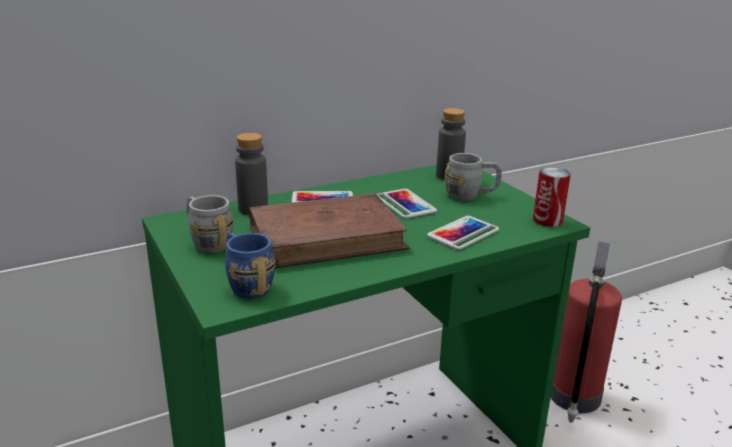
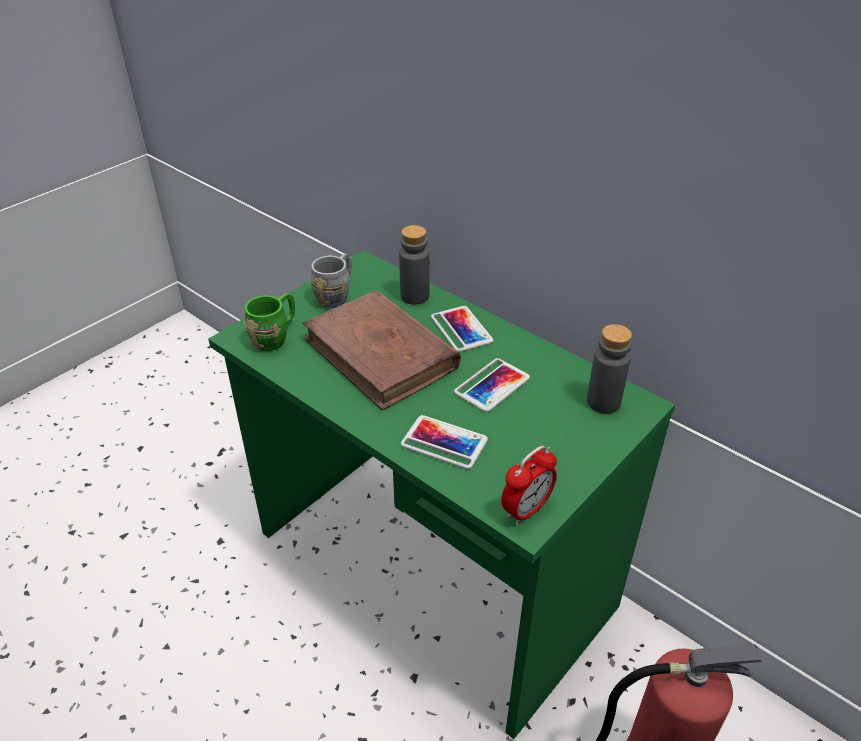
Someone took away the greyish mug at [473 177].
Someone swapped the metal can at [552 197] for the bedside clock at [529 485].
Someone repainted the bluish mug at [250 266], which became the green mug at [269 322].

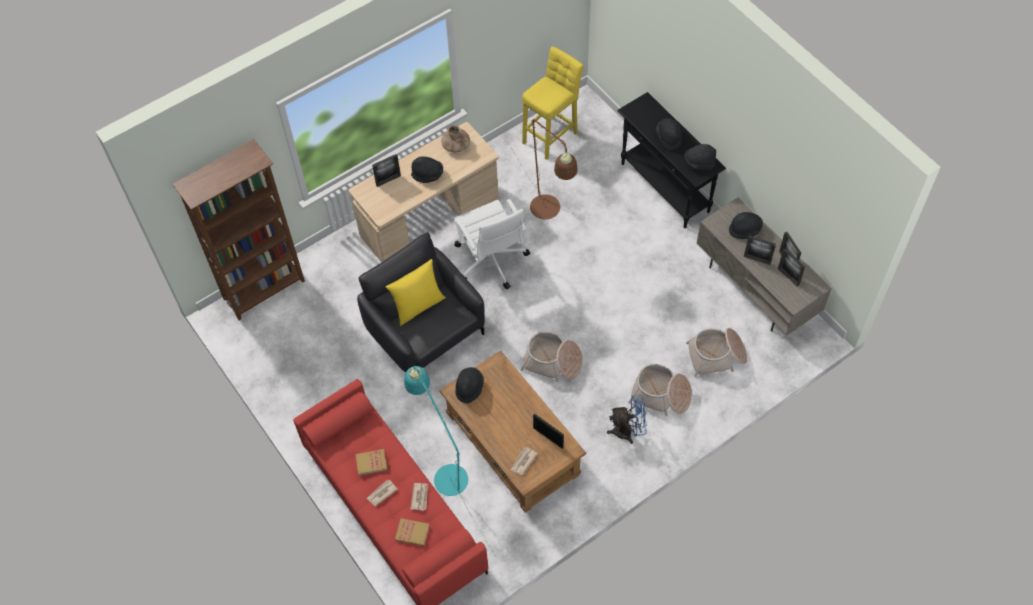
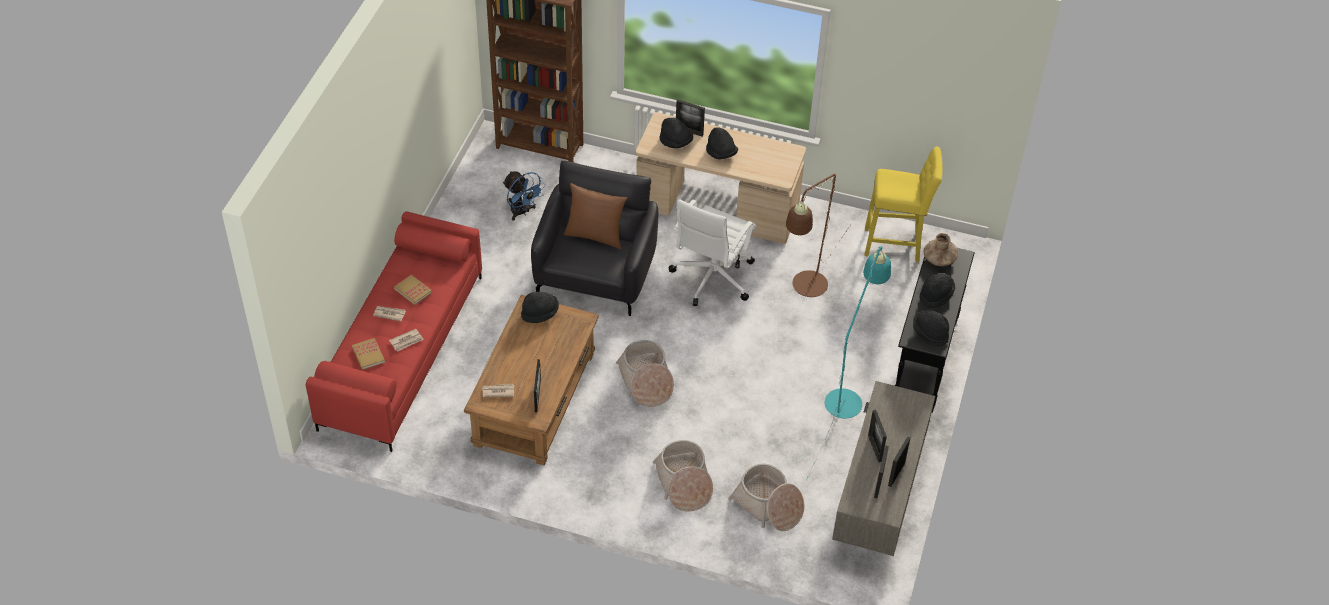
Someone carried the turquoise-coloured standard lamp from [450 462] to [848 363].
Someone carried the brown flower vase from [455 138] to [941 249].
Someone carried the bluish fan from [627 419] to [524 195].
Someone carried the black wearable hat from [746 225] to [676 133].
Someone repainted the yellow pillow at [416 292], which became the brown pillow at [596 216].

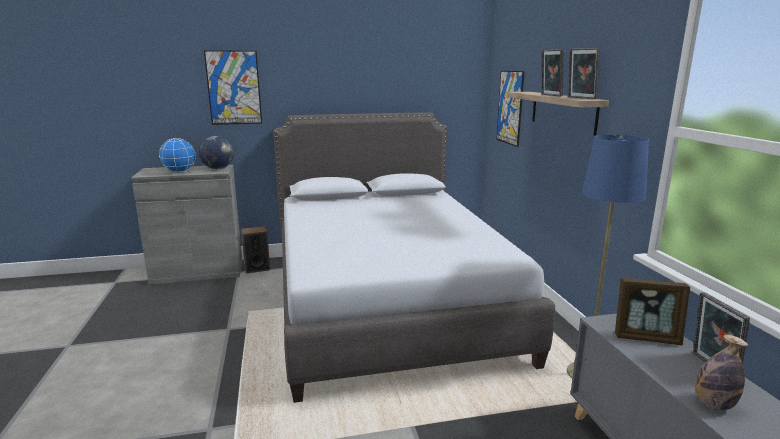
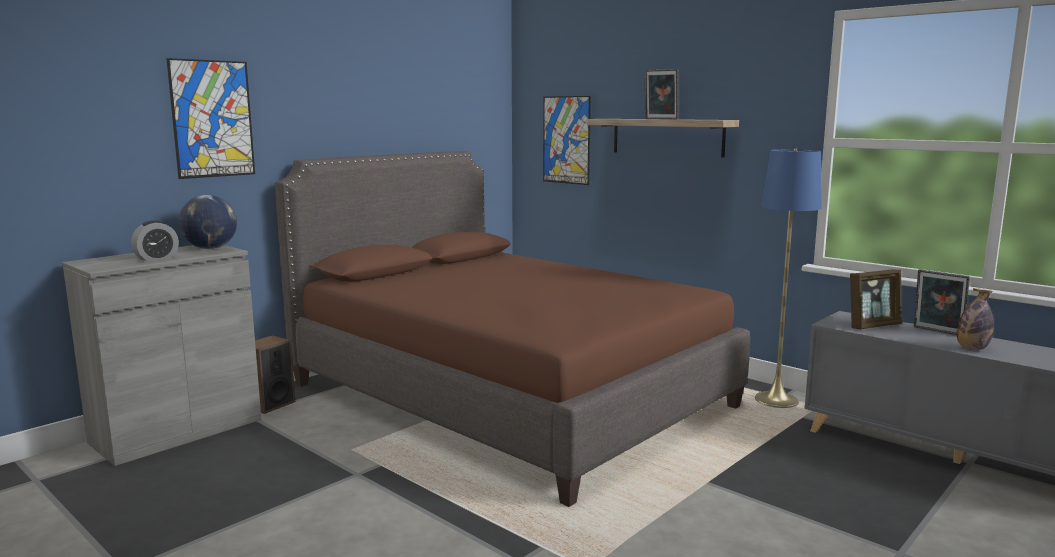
Someone took away the standing frame at [584 73].
Someone swapped the world globe at [177 155] for the bedside clock at [155 240].
Someone repainted the greyish bed at [414 258], which became the brown bed at [512 329].

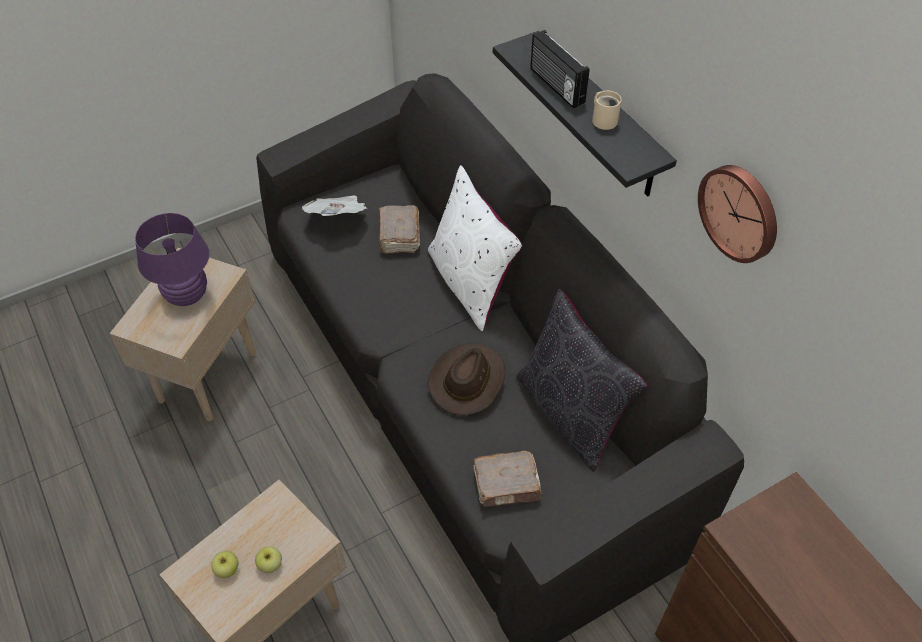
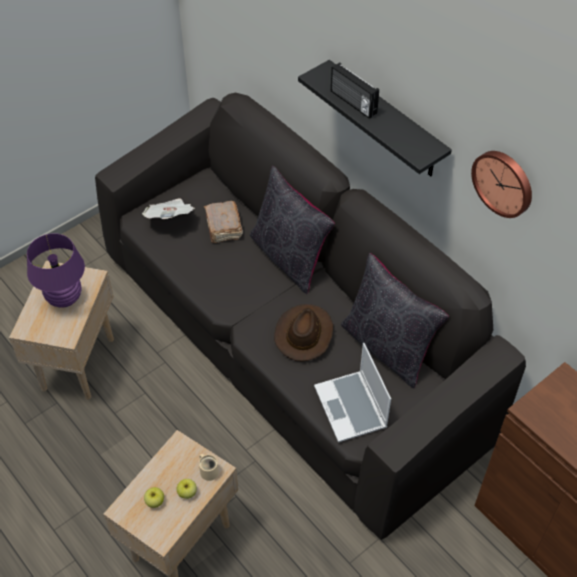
Someone carried the sand-coloured mug from [607 110] to [209 467].
Someone swapped the brown volume at [507 479] for the notebook computer at [352 392].
Someone repainted the white-coloured pillow at [475 248], which became the black pillow at [292 229].

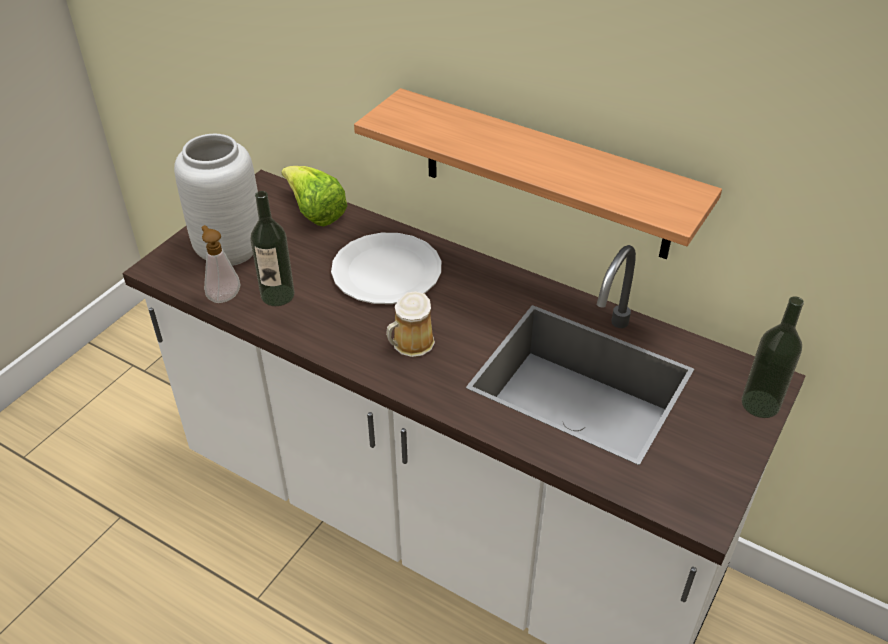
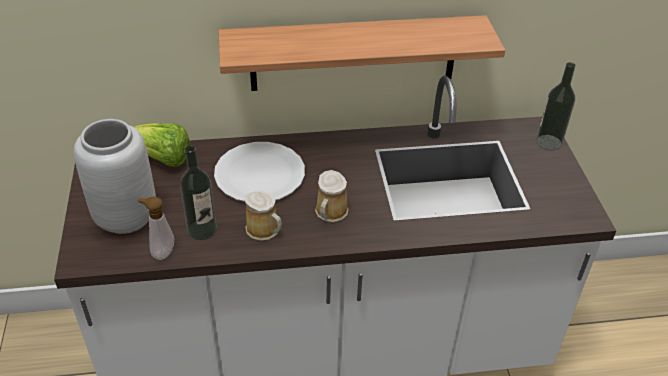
Someone put down the mug at [263 216].

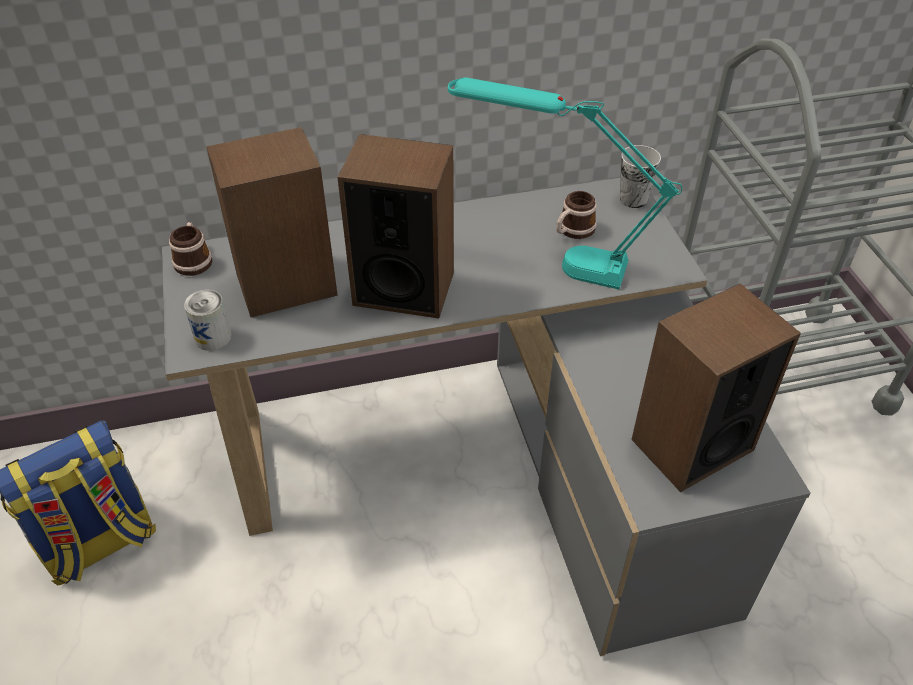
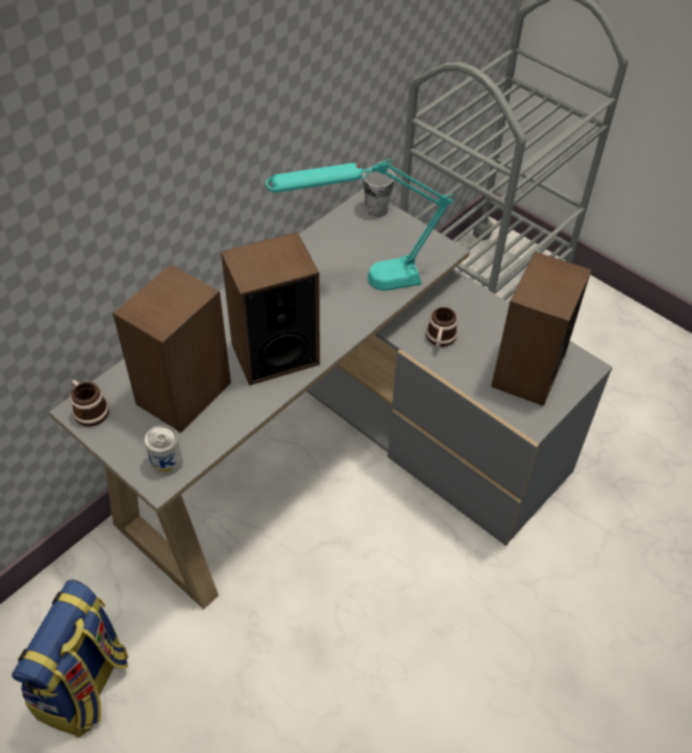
Someone carried the mug from [576 215] to [442 327].

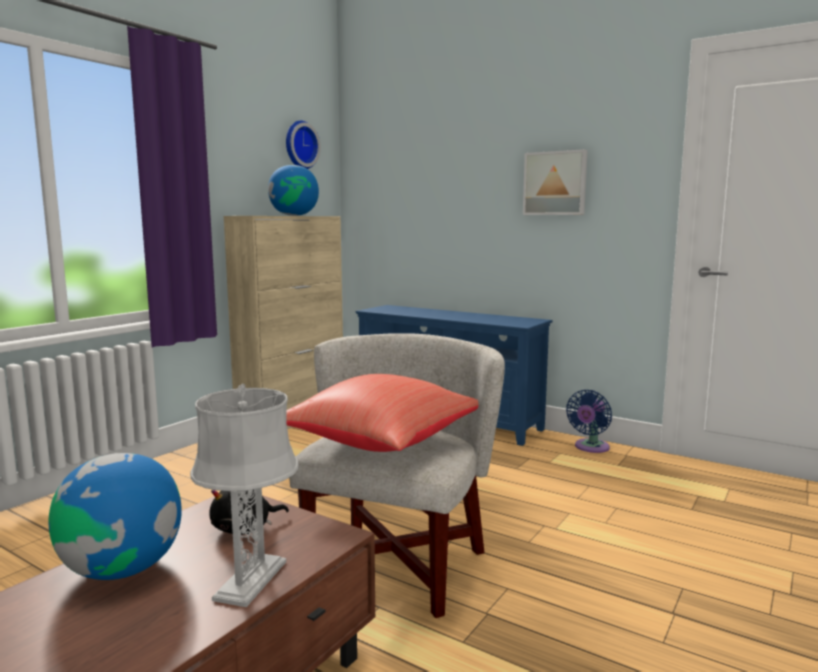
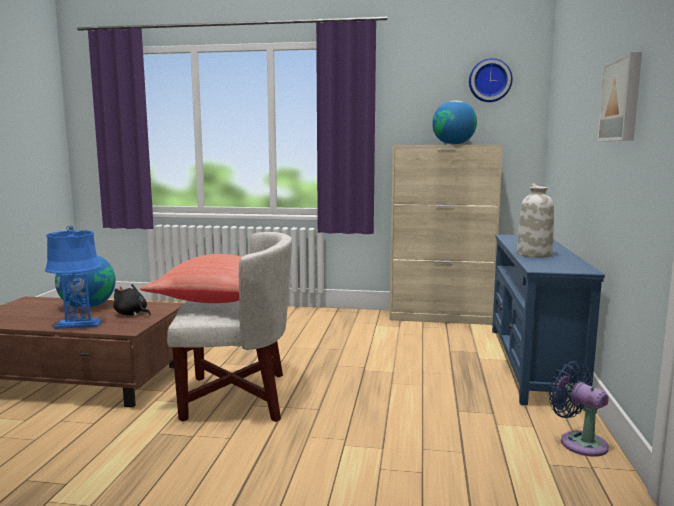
Someone put down the white-coloured flower vase at [535 221].
Someone repainted the greyish lamp for a table at [244 495], which became the bluish lamp for a table at [73 277].
Someone rotated the bluish fan at [589 421] by 45 degrees clockwise.

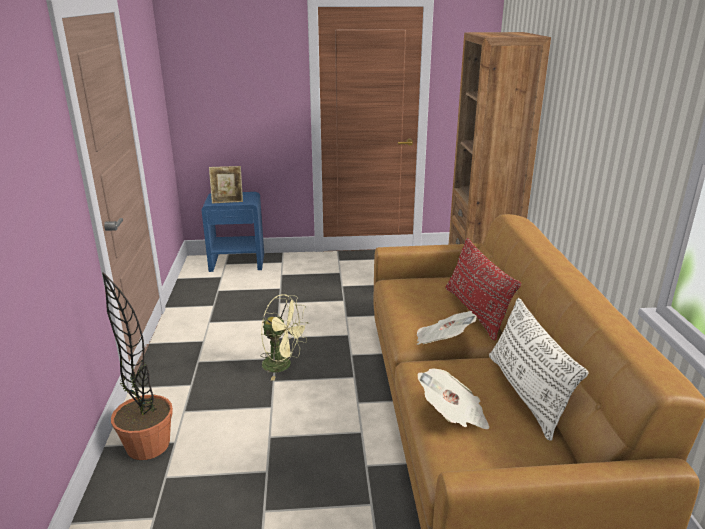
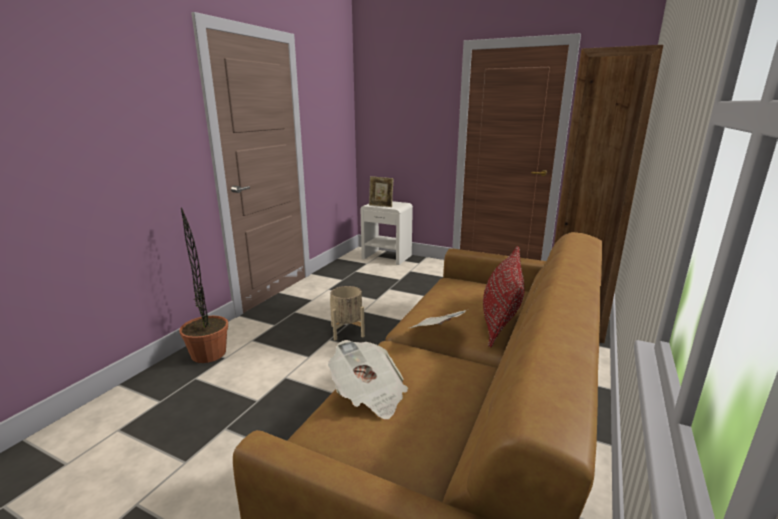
Someone took away the white-coloured pillow at [538 369].
Someone swapped the green fan at [284 337] for the sand-coloured plant pot at [347 313].
Someone repainted the bluish bedside table at [232 232], which became the white-coloured bedside table at [387 233].

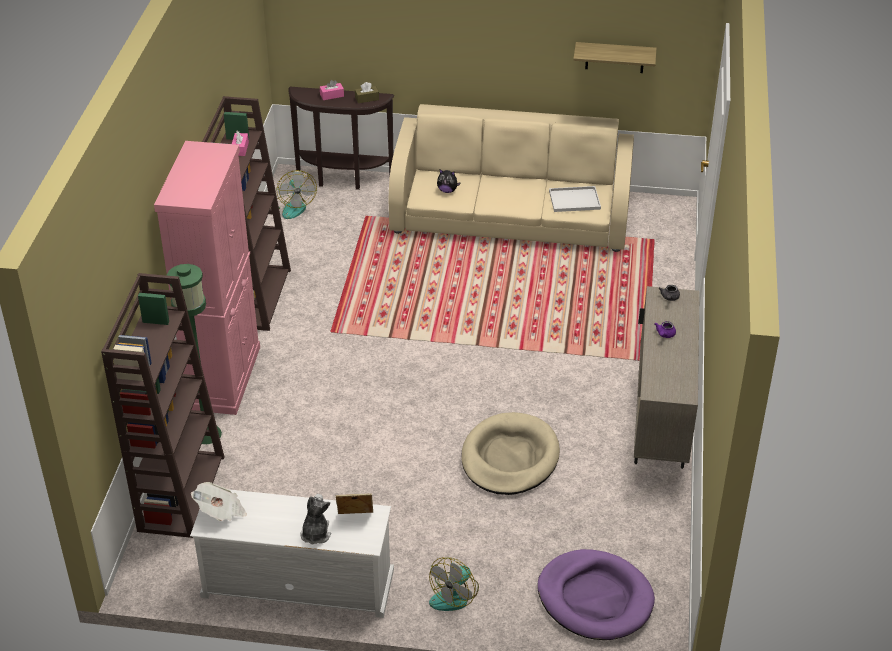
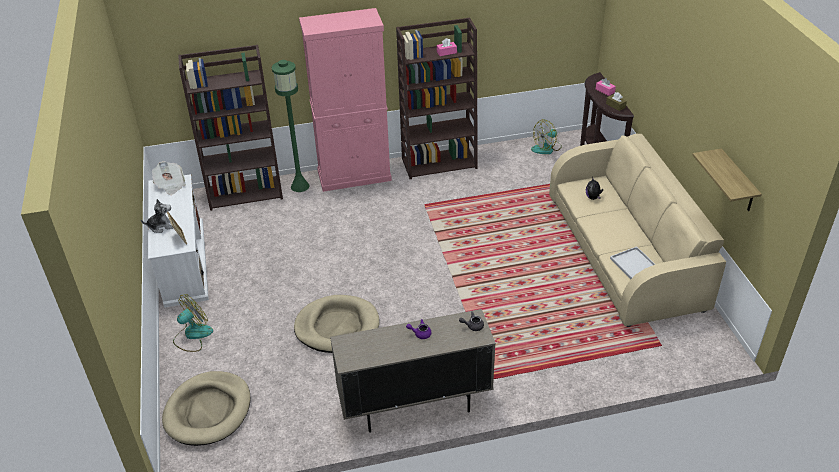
Someone repainted the purple-coloured dog cushion at [596 594], which became the sand-coloured dog cushion at [206 408].
Someone rotated the fan at [454 584] by 120 degrees clockwise.

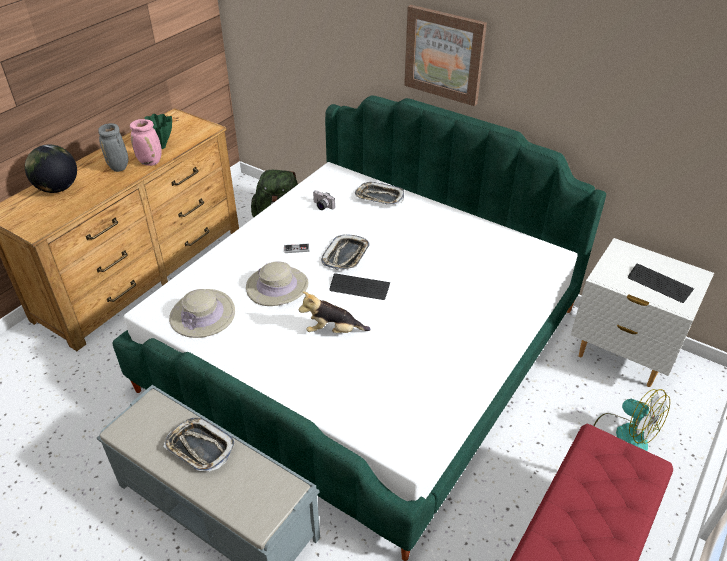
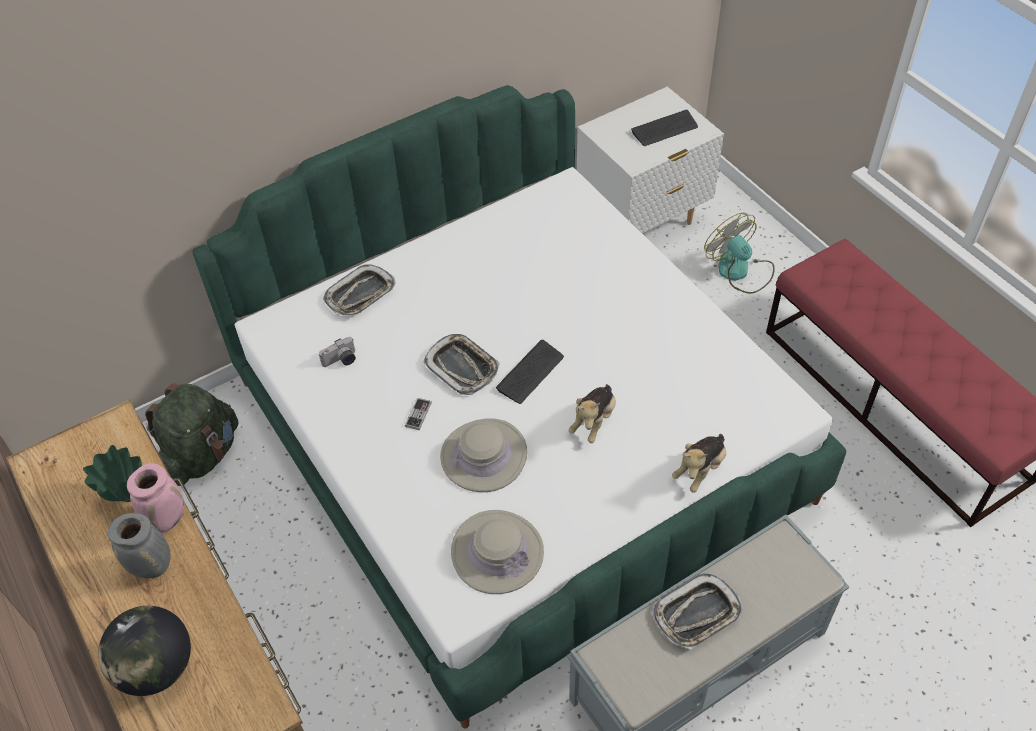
Someone took away the wall art at [445 55].
Someone put down the cuddly toy at [699 463].
Someone rotated the fan at [631 420] by 105 degrees counterclockwise.

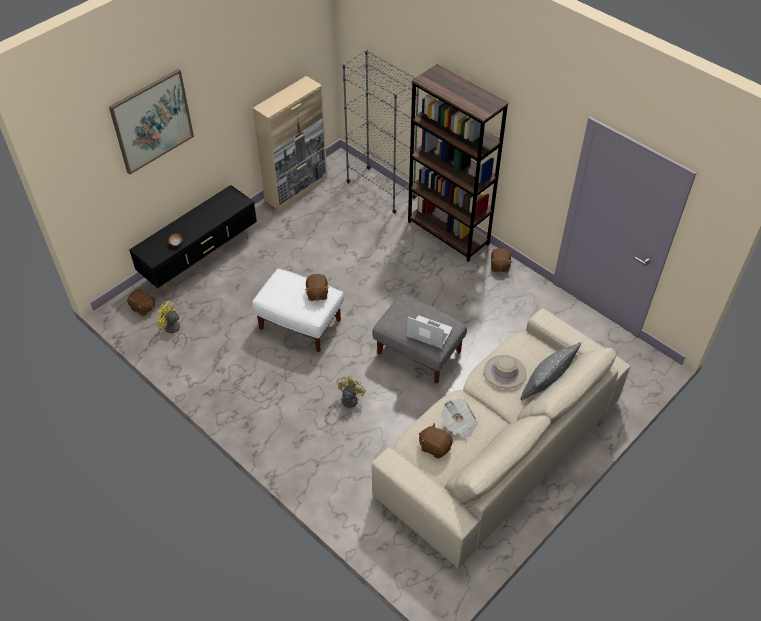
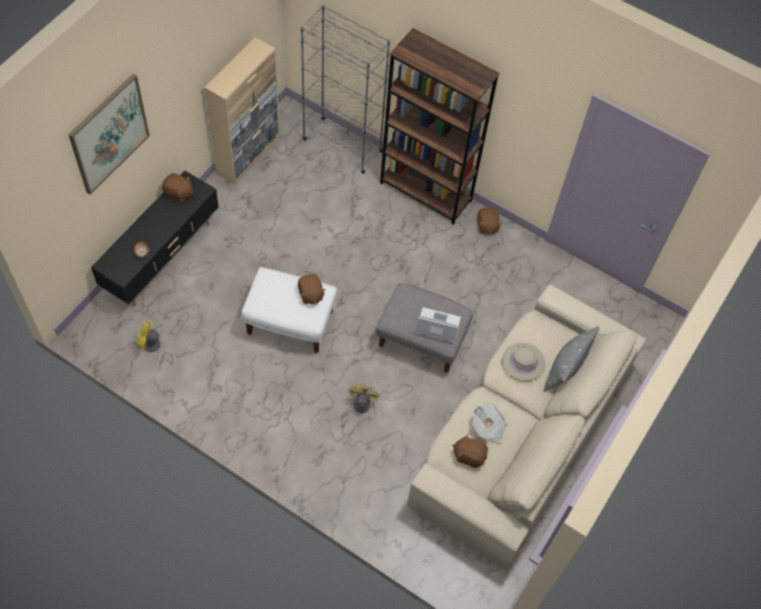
Someone carried the brown cuddly toy from [141 302] to [177 187].

